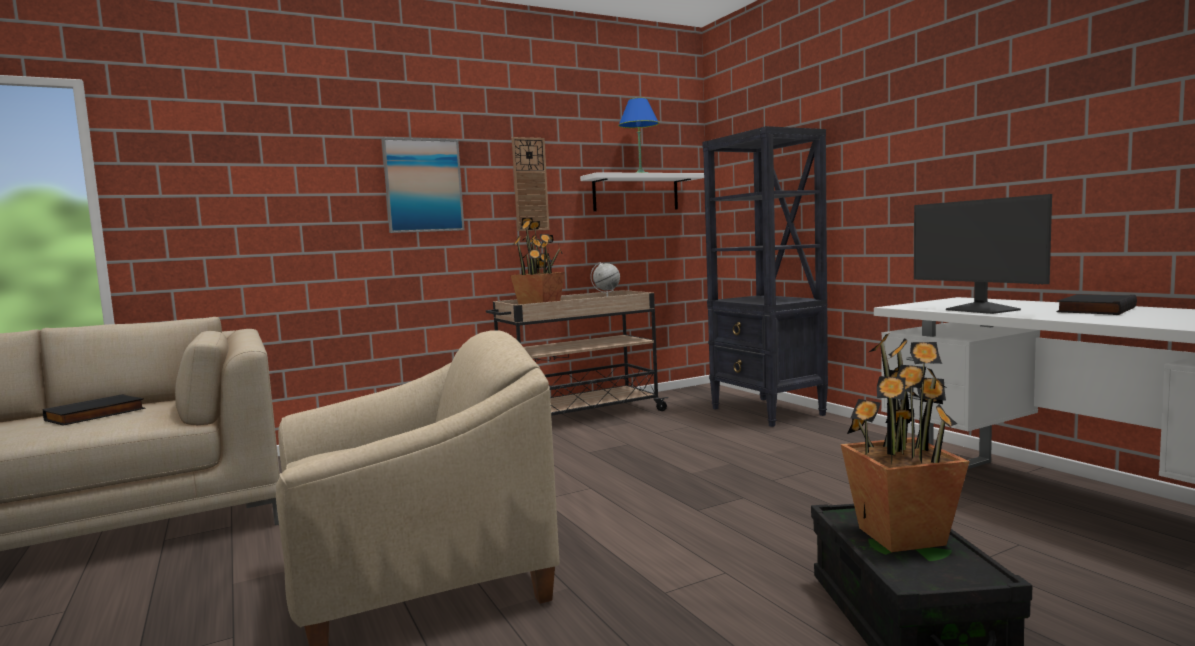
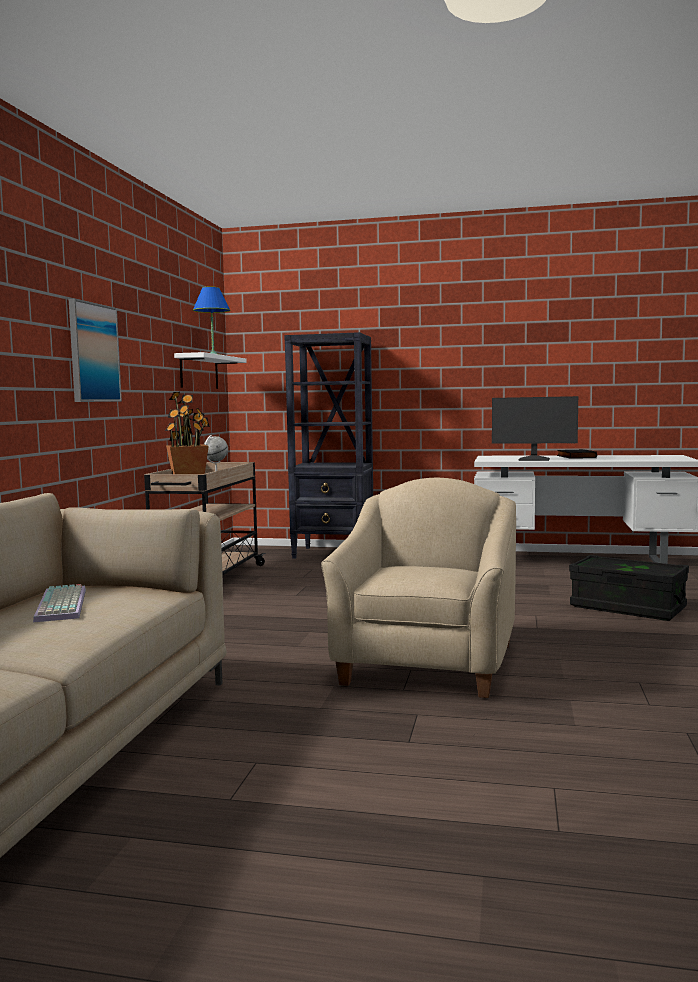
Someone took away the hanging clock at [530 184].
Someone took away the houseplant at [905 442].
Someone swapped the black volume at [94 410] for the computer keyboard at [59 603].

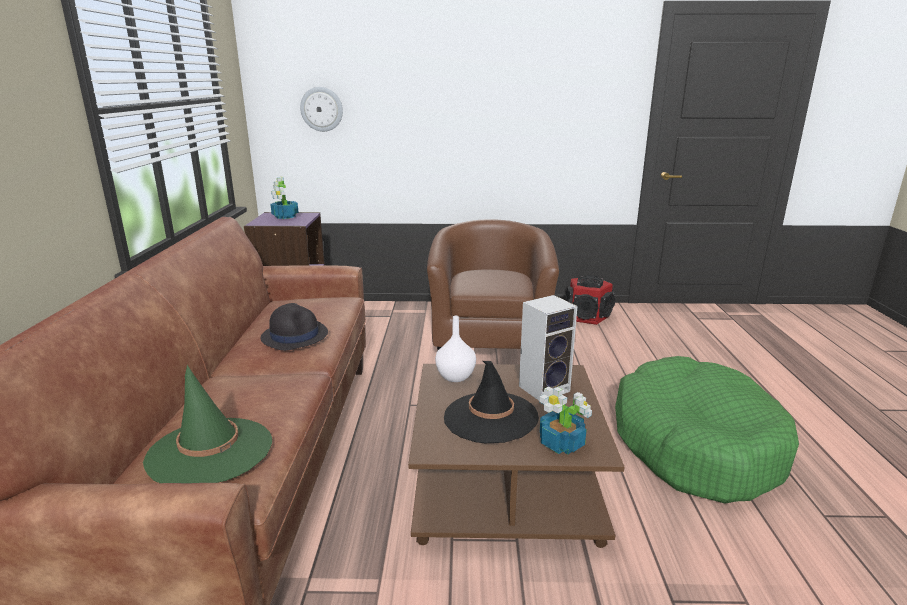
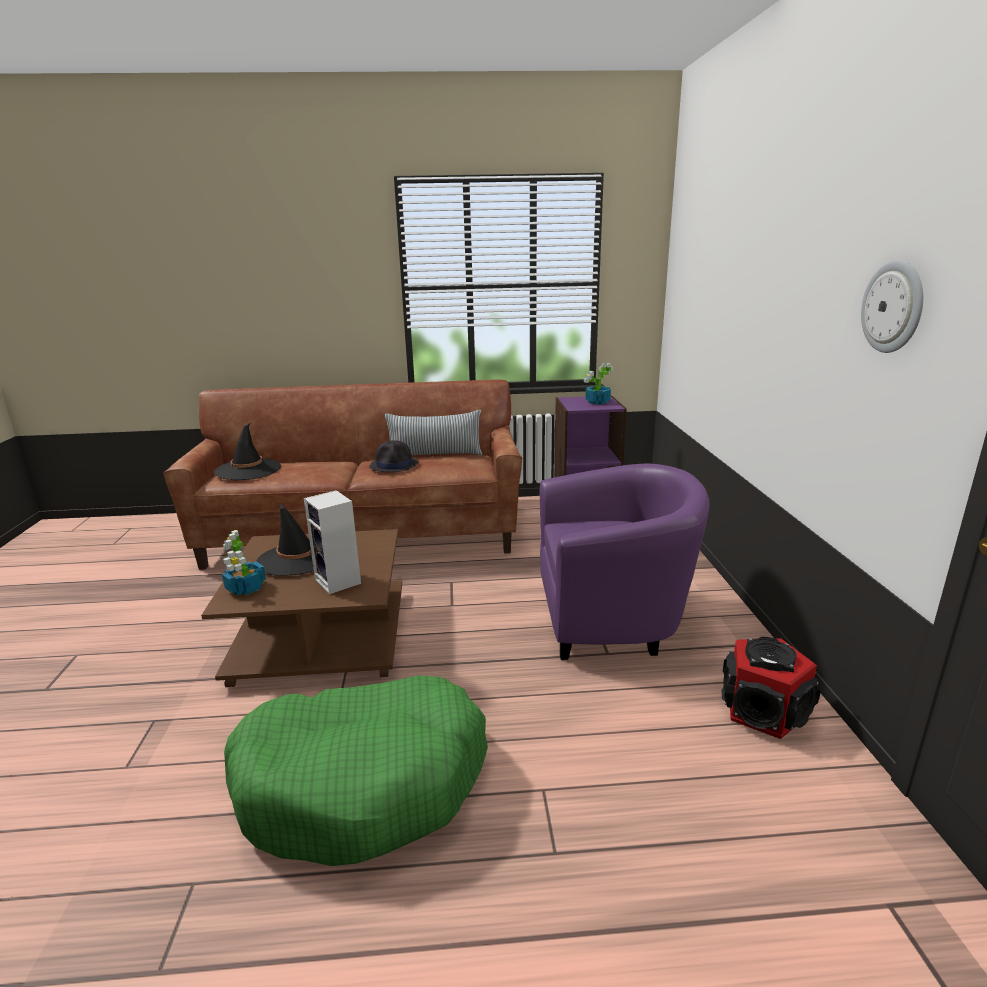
Someone took away the white-coloured flower vase at [455 349].
Someone put down the pillow at [433 432].
Someone carried the hanging clock from [321 109] to [892 306].
Someone repainted the green wearable hat at [207 424], which became the black wearable hat at [247 451].
Someone repainted the brown lounge chair at [493 285], which became the purple-coloured lounge chair at [625 561].

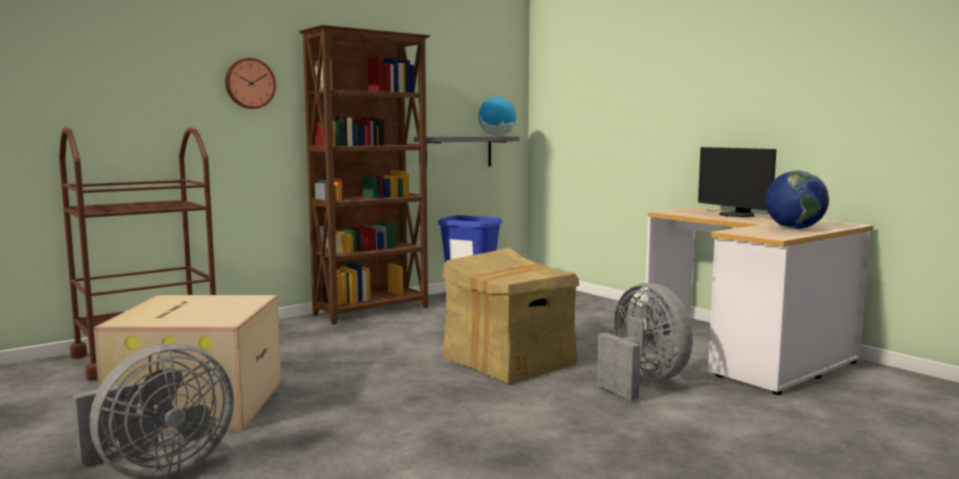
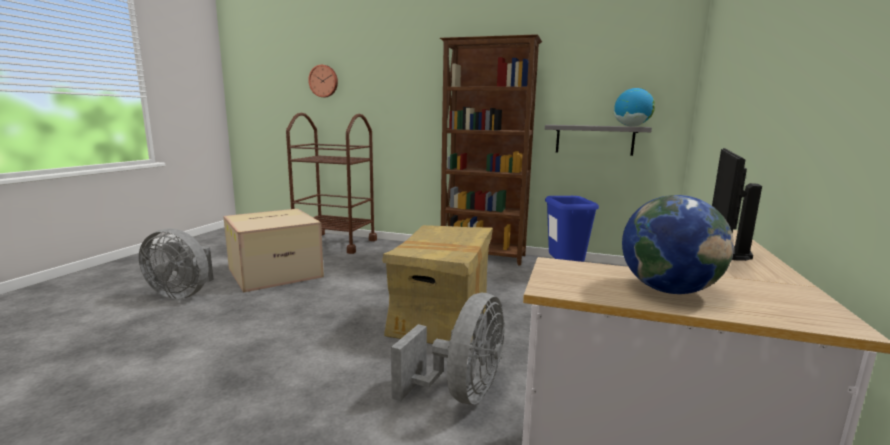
Someone carried the hanging clock from [250 83] to [323 81].

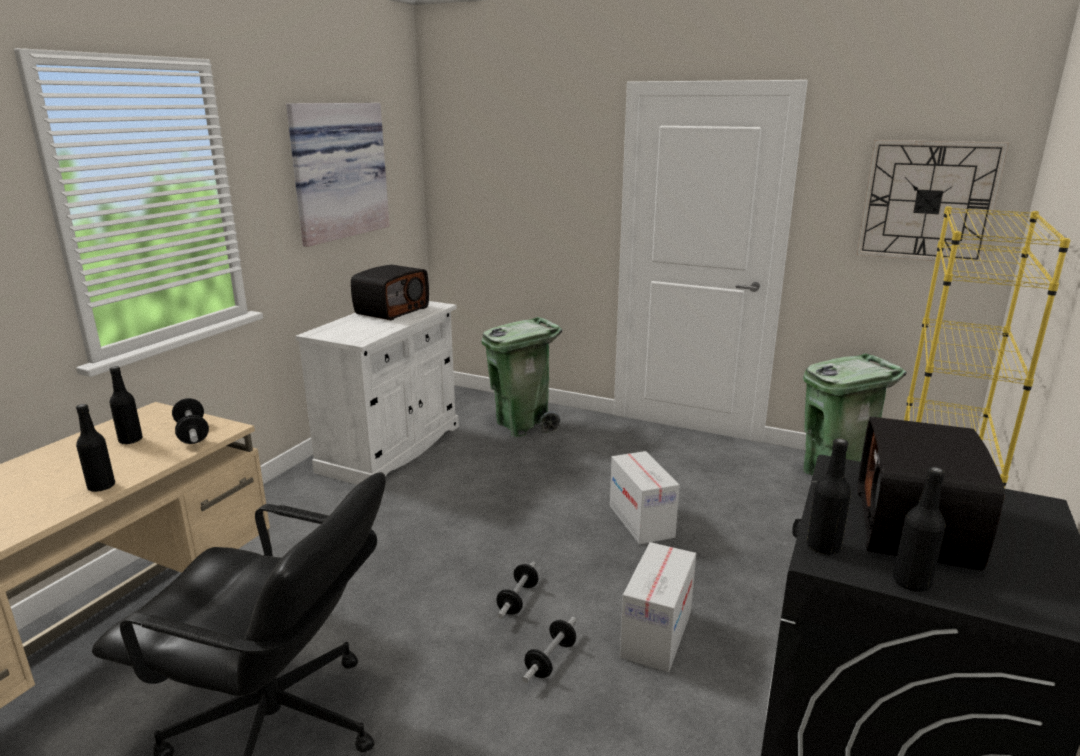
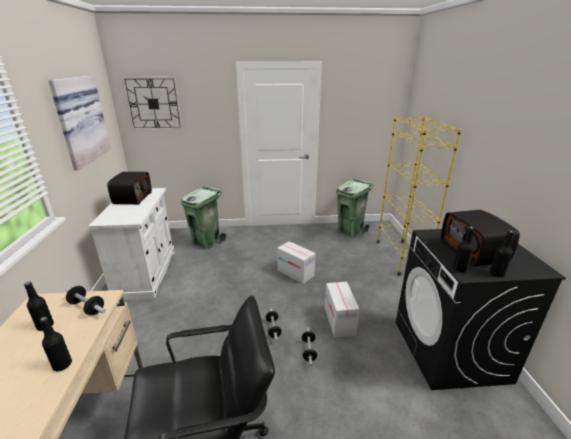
Someone carried the hanging clock from [933 202] to [152 103].

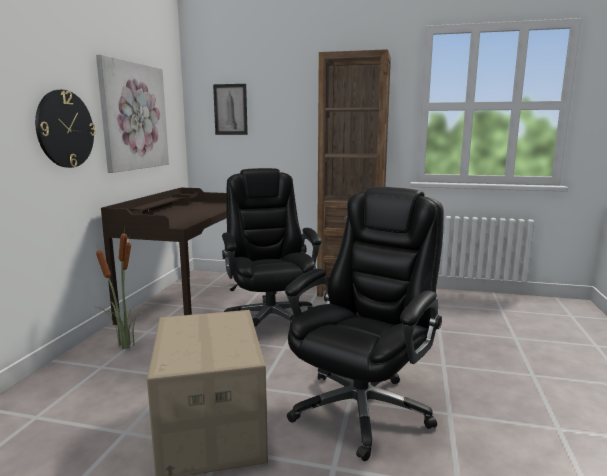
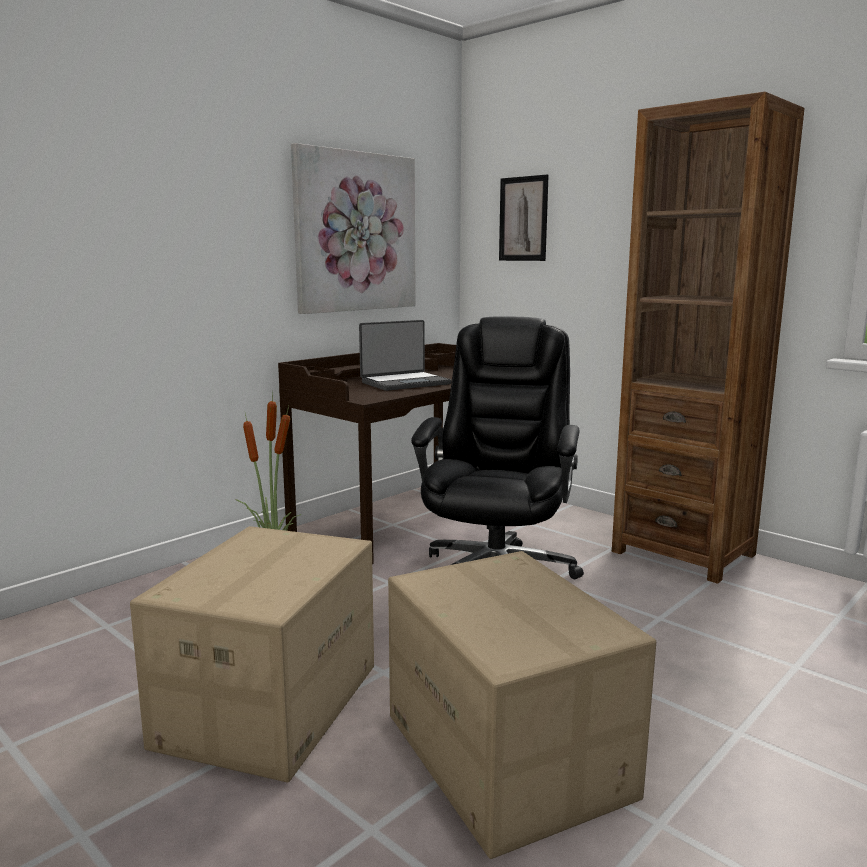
Someone took away the hanging clock at [65 129].
Someone put down the notebook computer at [405 355].
Someone swapped the black computer chair at [364 324] for the carton at [522 705].

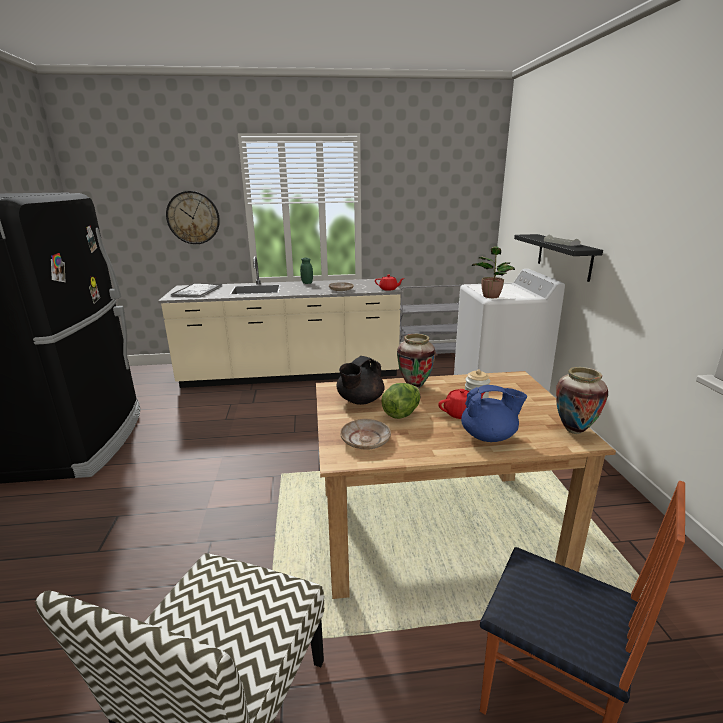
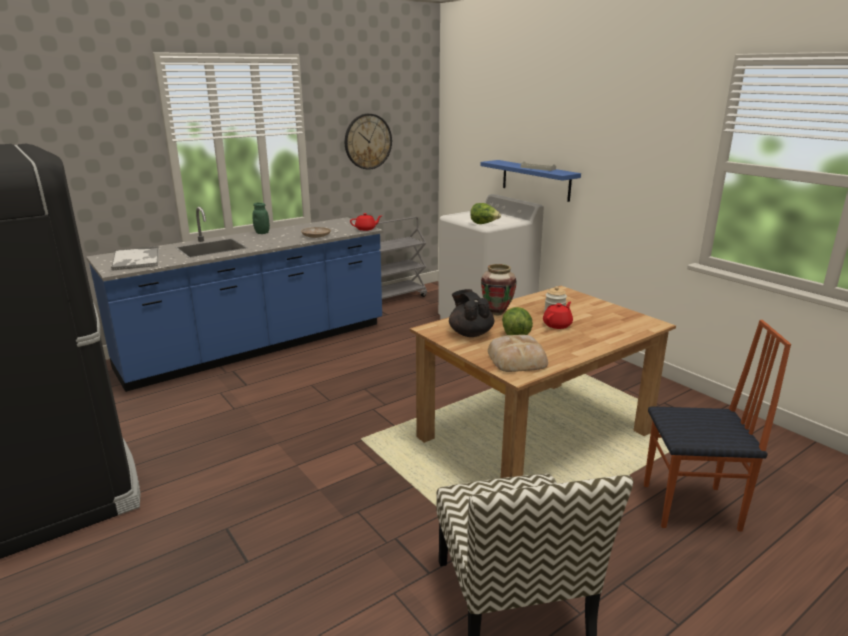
Someone took away the bluish pot for tea at [494 413].
Someone took away the flower vase at [582 400].
Someone carried the hanging clock from [193 217] to [368 142].
Someone swapped the sand-coloured plate at [365 434] for the bread at [518 353].
Someone swapped the houseplant at [493 272] for the head of lettuce at [485 213].
Someone repainted the sand-coloured kitchen base unit at [280 322], which became the bluish kitchen base unit at [234 299].
Someone repainted the black shelf at [558 258], which became the bluish shelf at [530 181].
Someone rotated the black pot for tea at [360 380] by 150 degrees clockwise.

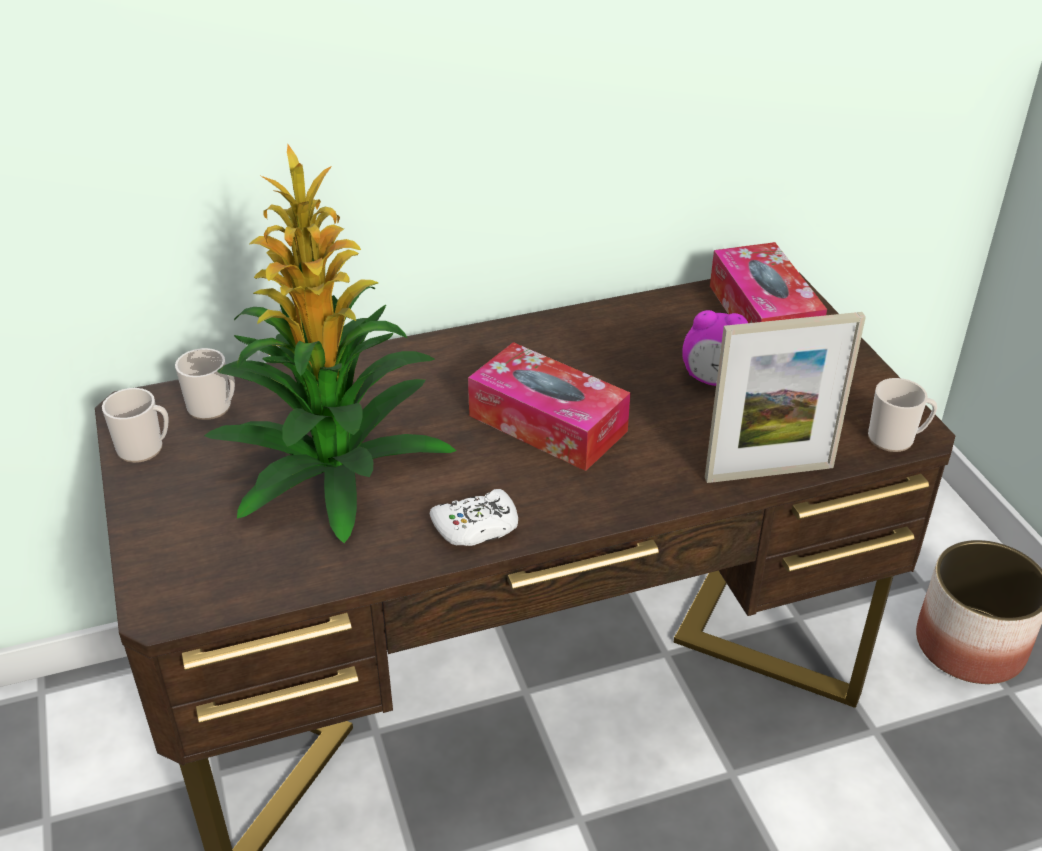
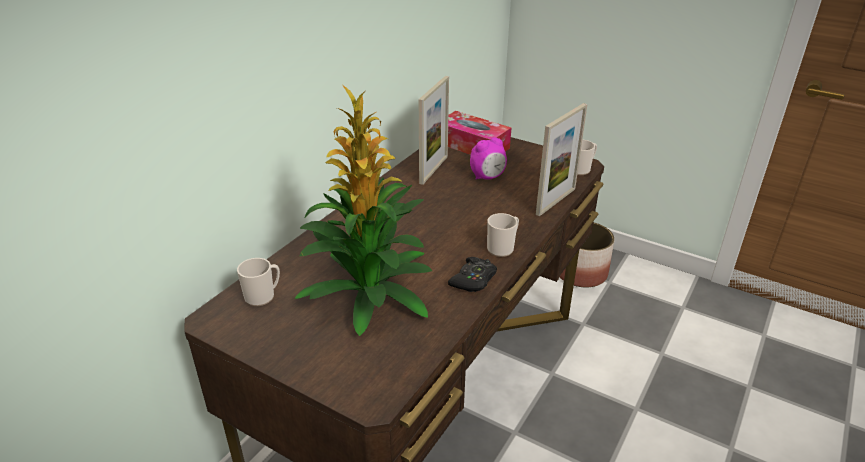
Someone took away the tissue box at [549 406].
Someone put down the standing frame at [434 130].
Someone carried the mug from [135 425] to [503 235].
Someone repainted the white-coloured joypad at [473 517], which became the black joypad at [472 274].

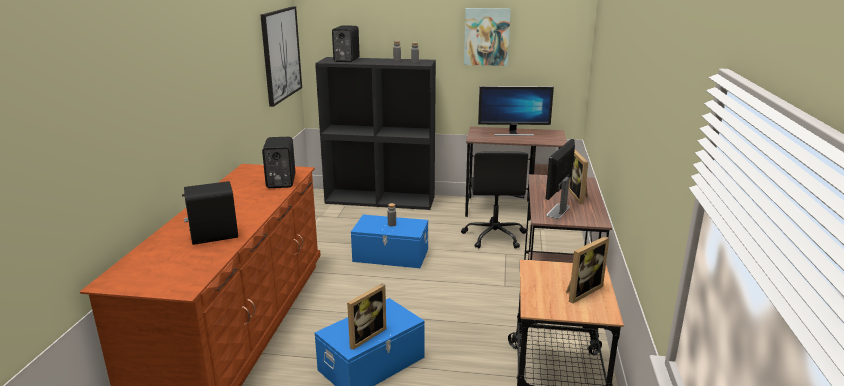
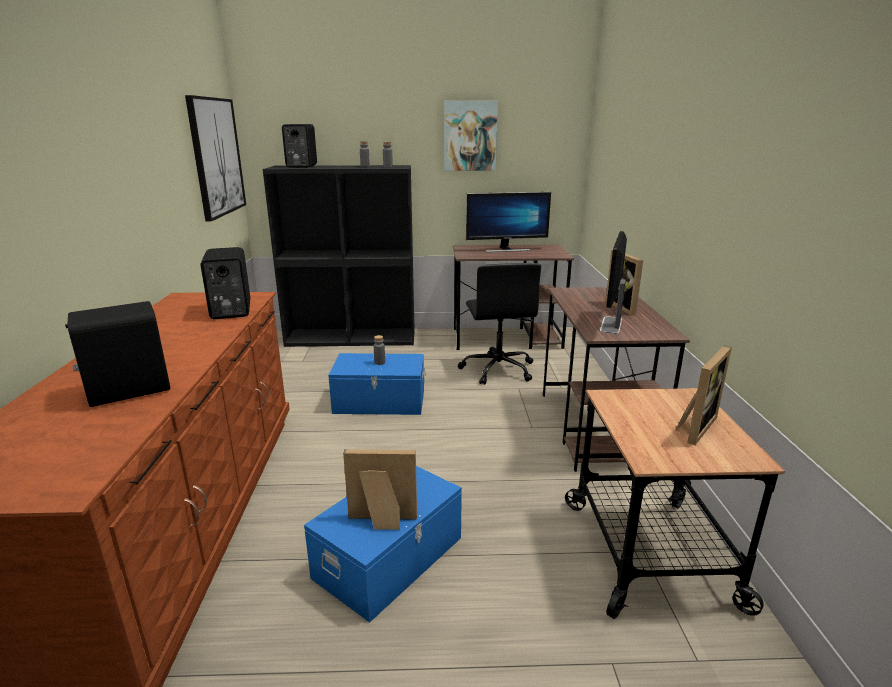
Someone rotated the standing frame at [366 317] by 120 degrees counterclockwise.

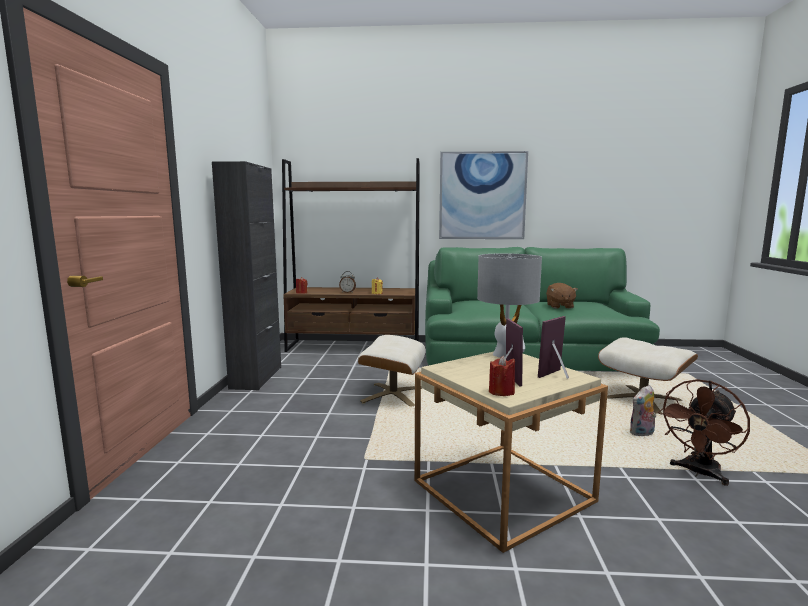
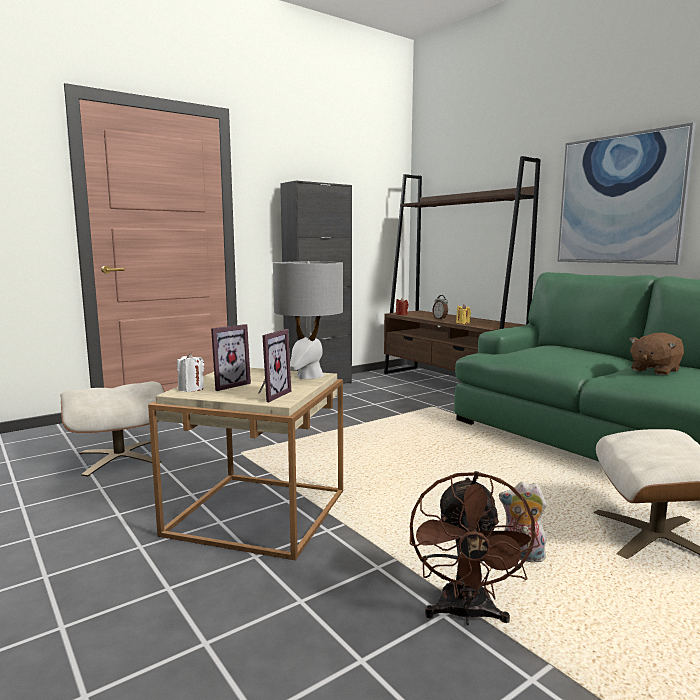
Someone carried the sand-coloured footrest from [392 371] to [112 429].
Someone repainted the red-coloured candle at [502 376], which became the white-coloured candle at [190 372].
Someone rotated the standing frame at [553 347] by 105 degrees clockwise.
Someone rotated the brown fan at [704 432] by 90 degrees counterclockwise.

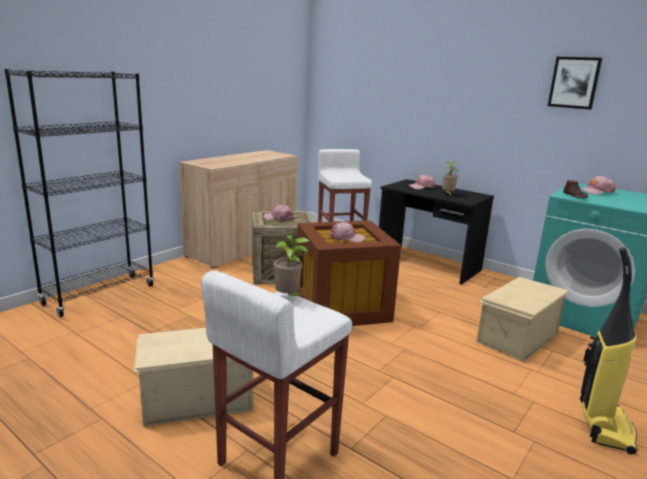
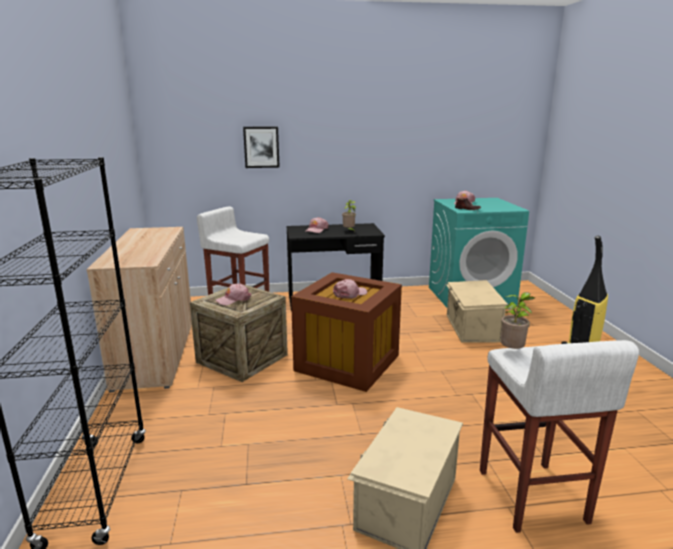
Someone carried the wall art from [575 83] to [261 147].

